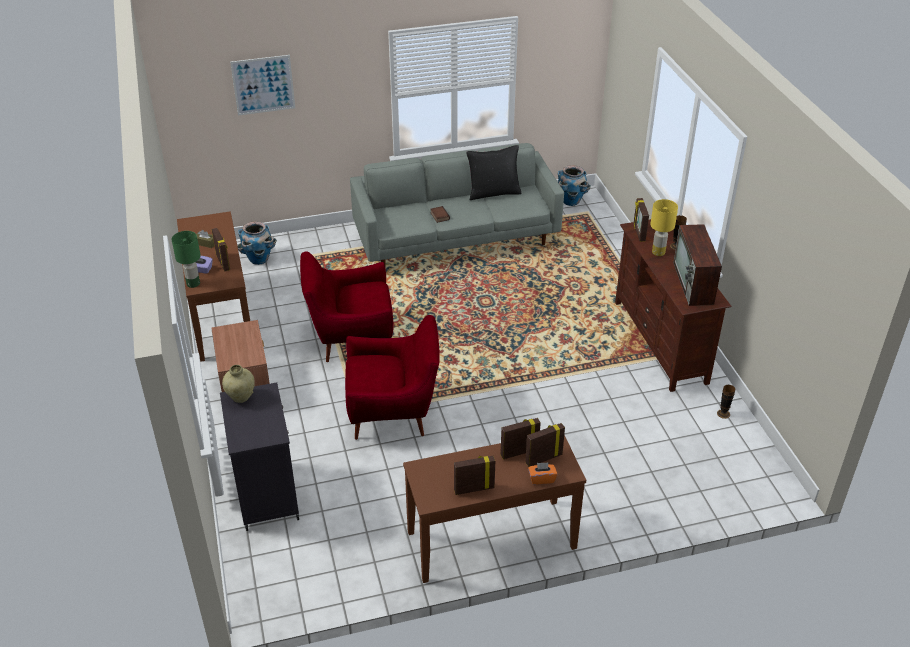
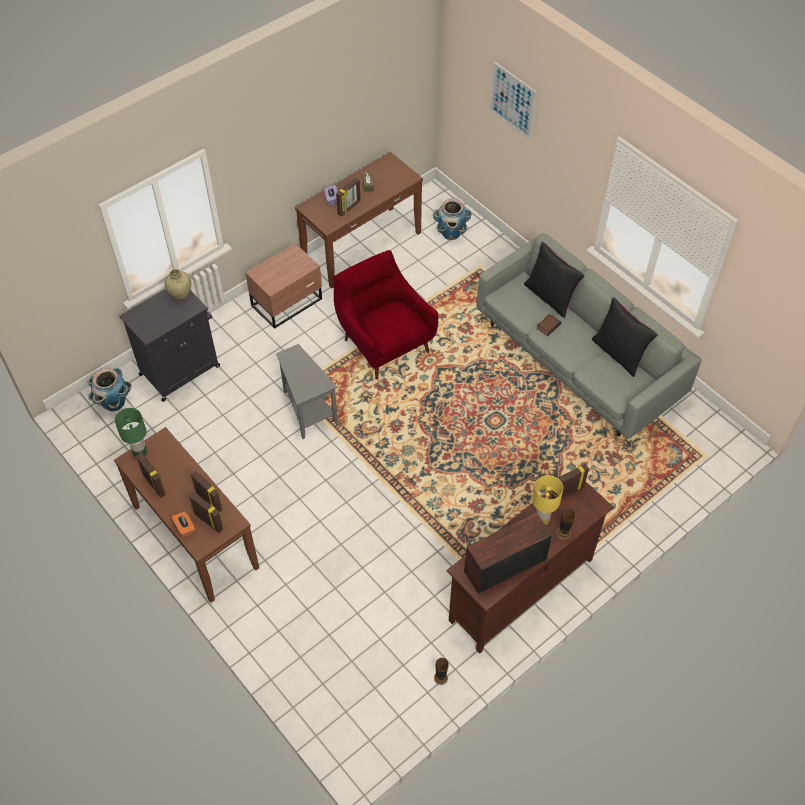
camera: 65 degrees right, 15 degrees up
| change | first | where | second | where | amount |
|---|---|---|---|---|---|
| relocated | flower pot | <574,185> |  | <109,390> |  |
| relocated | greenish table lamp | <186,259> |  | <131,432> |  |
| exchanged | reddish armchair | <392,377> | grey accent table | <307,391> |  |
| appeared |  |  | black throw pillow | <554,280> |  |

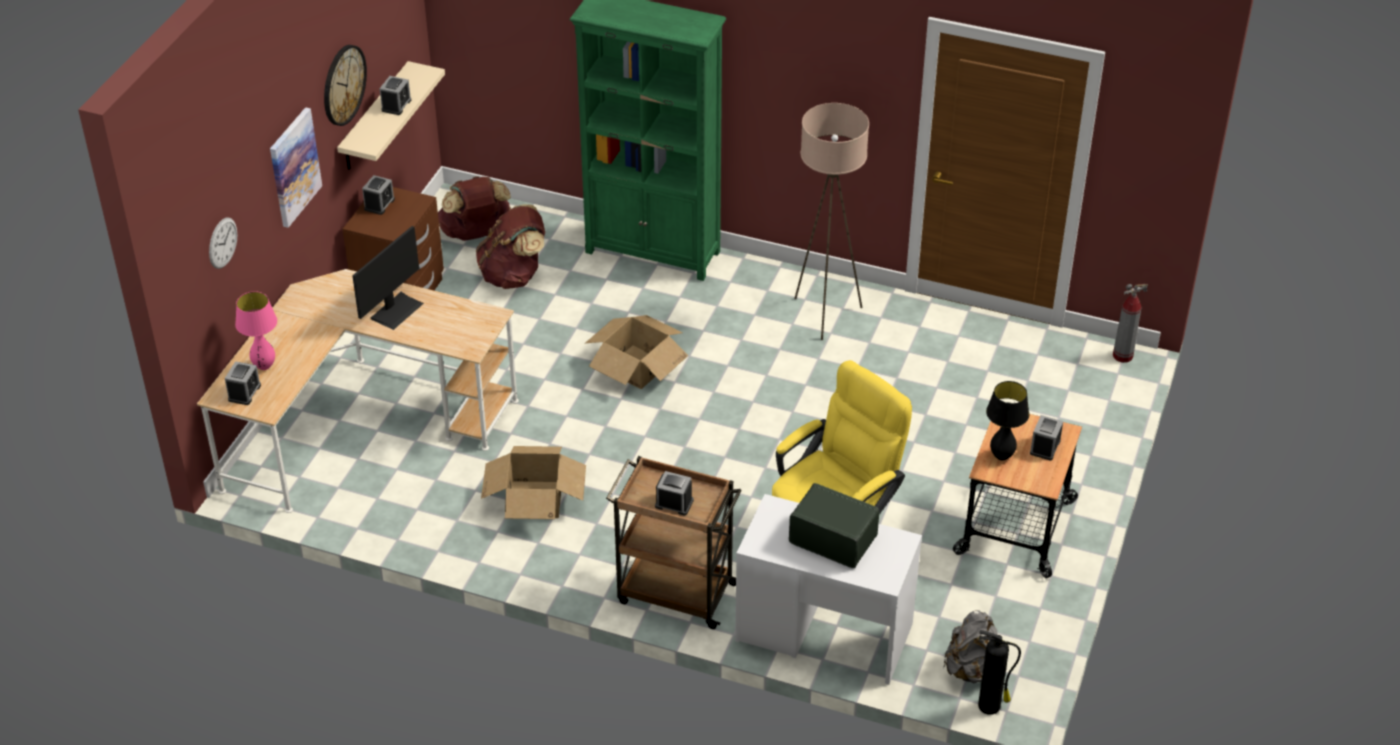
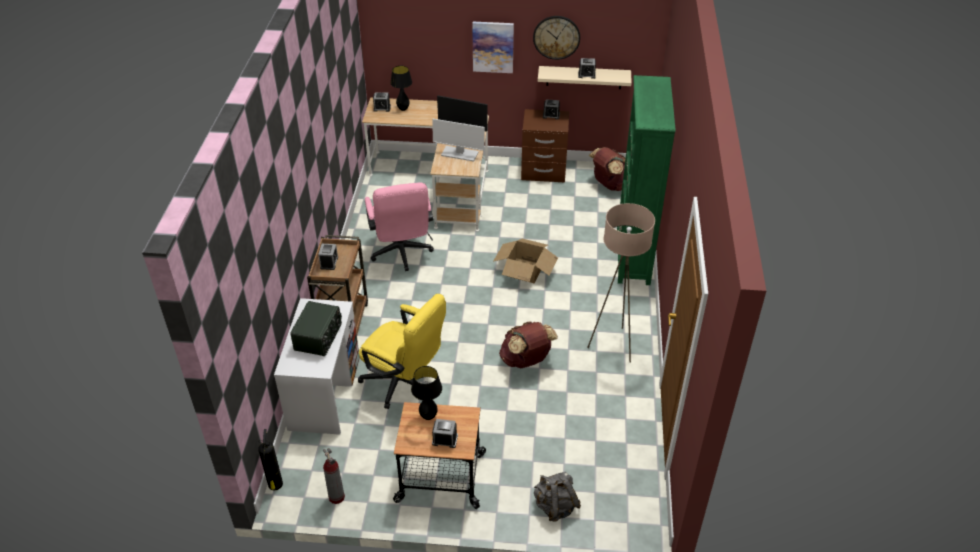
camera: 75 degrees right, 0 degrees up
| change | first | where | second | where | amount |
|---|---|---|---|---|---|
| relocated | brown-coloured knapsack | <510,246> |  | <528,345> |  |
| missing | clock on the wall | <223,243> |  |  |  |
| relocated | extinguisher | <1130,323> |  | <334,476> |  |
| colour | pinkish table lamp | <256,330> | black table lamp | <401,88> |  |
| exchanged | packing box | <533,482> | pinkish computer chair | <399,226> |  |
| relocated | grey knapsack | <975,647> |  | <557,497> |  |
| appeared |  |  | computer display | <458,140> |  |

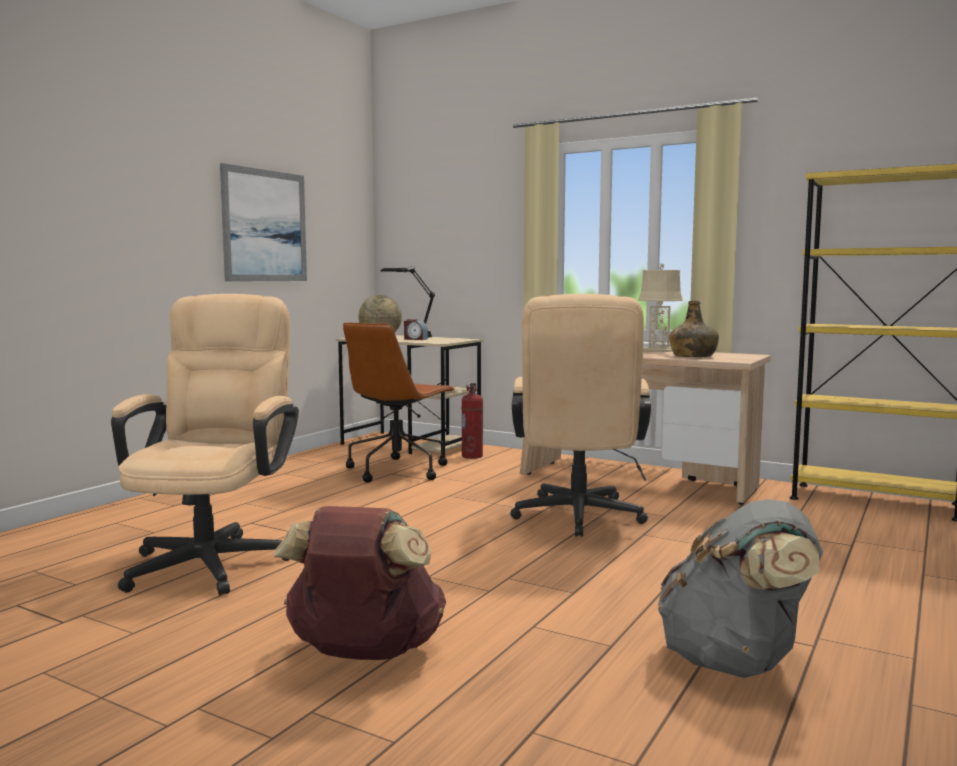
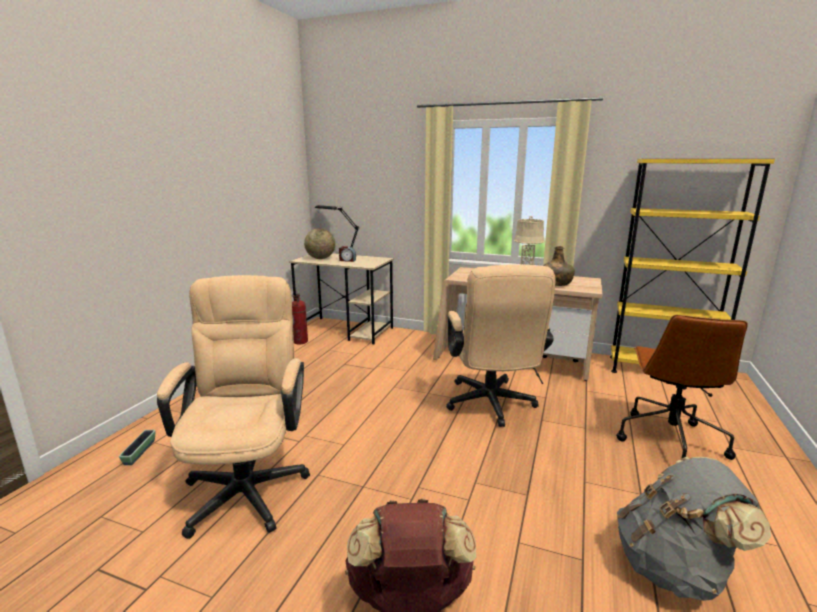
camera: 10 degrees left, 10 degrees up
| change | first | where | second | where | amount |
|---|---|---|---|---|---|
| missing | wall picture | <263,222> |  |  |  |
| relocated | brown-coloured computer chair | <398,402> |  | <682,387> |  |
| relocated | extinguisher | <472,421> |  | <300,319> |  |
| appeared |  |  | flower pot | <137,447> |  |

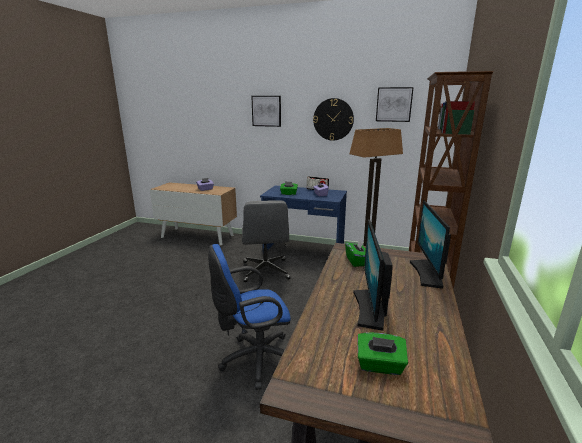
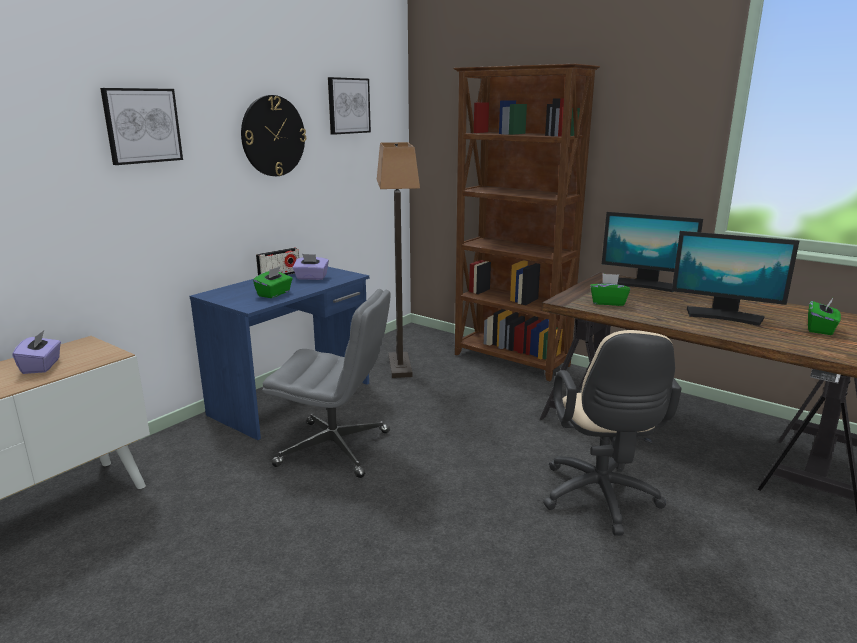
camera: 70 degrees left, 0 degrees up
| change | first | where | second | where | amount |
|---|---|---|---|---|---|
| colour | blue-coloured computer chair | <249,317> | sand-coloured computer chair | <612,433> |  |

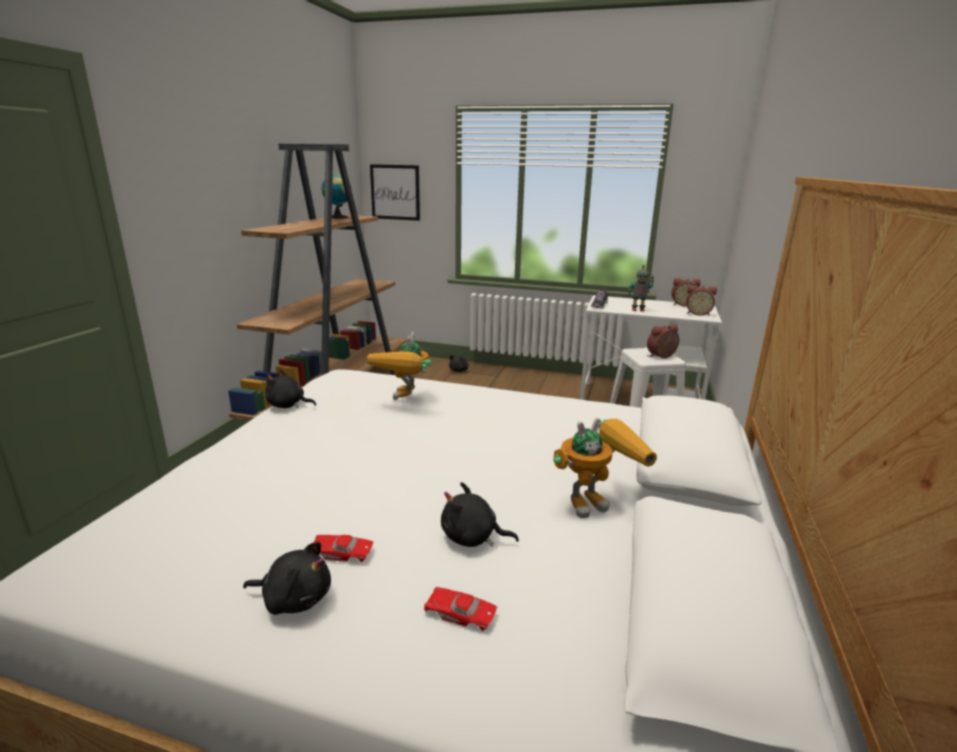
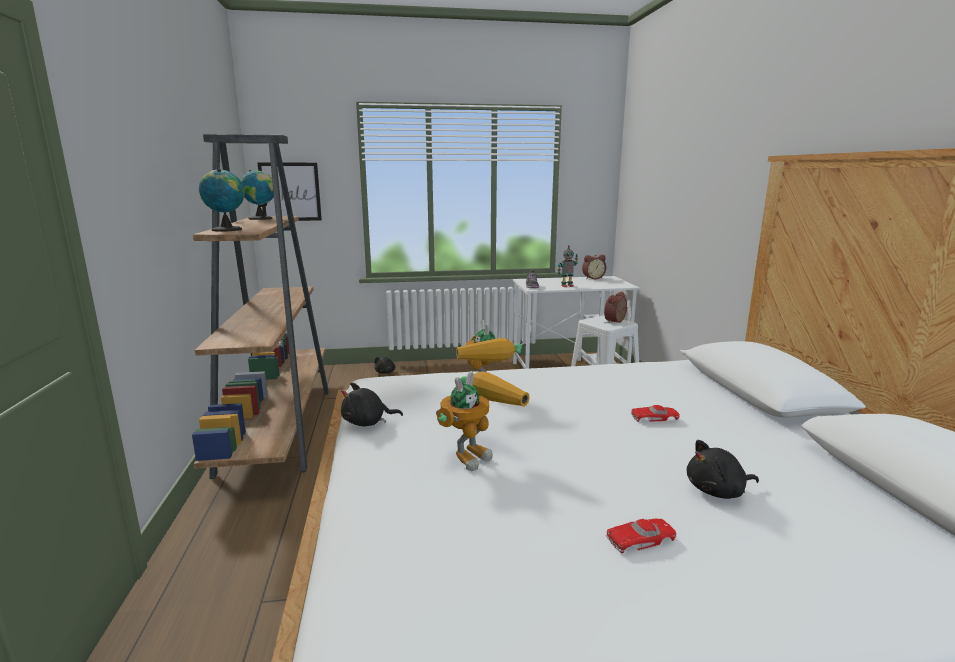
camera: 25 degrees left, 5 degrees down
| change | first | where | second | where | amount |
|---|---|---|---|---|---|
| missing | table clock | <701,300> |  |  |  |
| relocated | model robot | <605,468> |  | <483,421> |  |
| missing | black plush toy | <287,578> |  |  |  |
| relocated | reddish model car | <460,609> |  | <655,413> |  |
| appeared |  |  | globe | <222,200> |  |

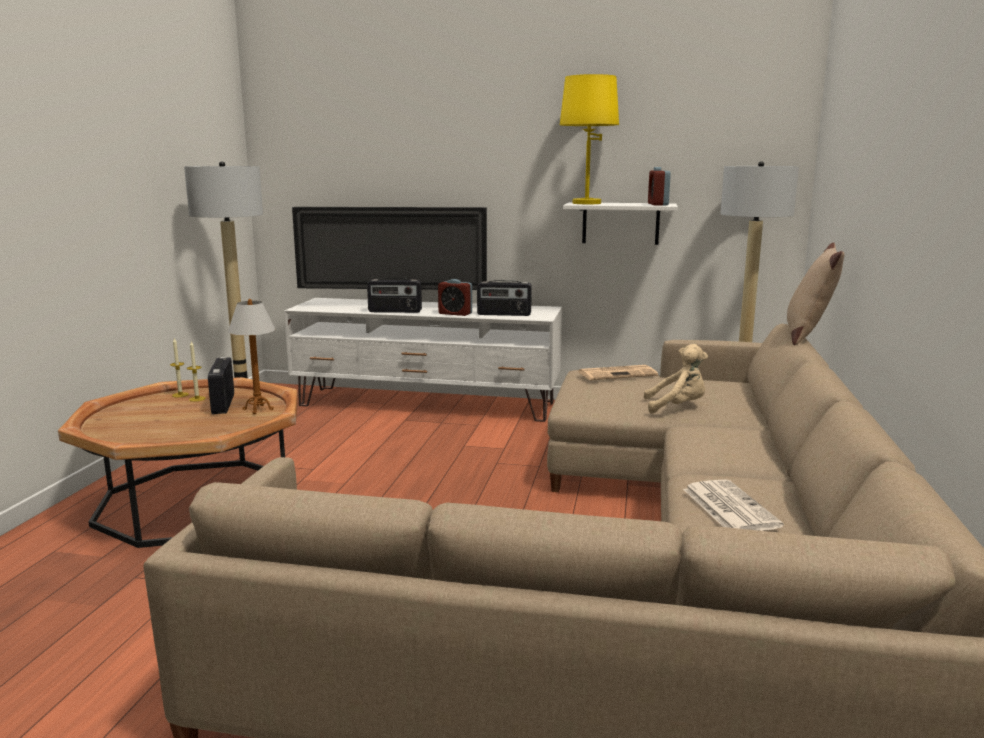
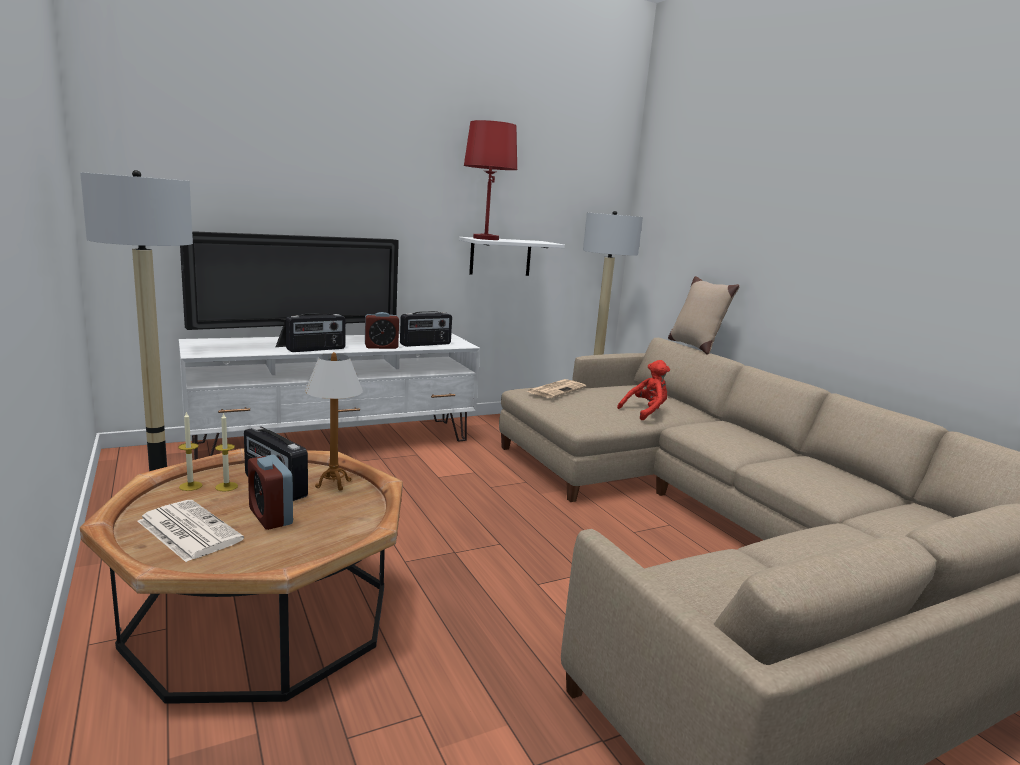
camera: 40 degrees left, 0 degrees up
| change | first | where | second | where | amount |
|---|---|---|---|---|---|
| colour | yellowish table lamp | <589,139> | reddish table lamp | <490,180> |  |
| relocated | table clock | <659,186> |  | <270,492> |  |
| colour | sand-coloured plush toy | <676,379> | reddish plush toy | <643,390> |  |
| relocated | daily paper | <733,505> |  | <191,531> |  |

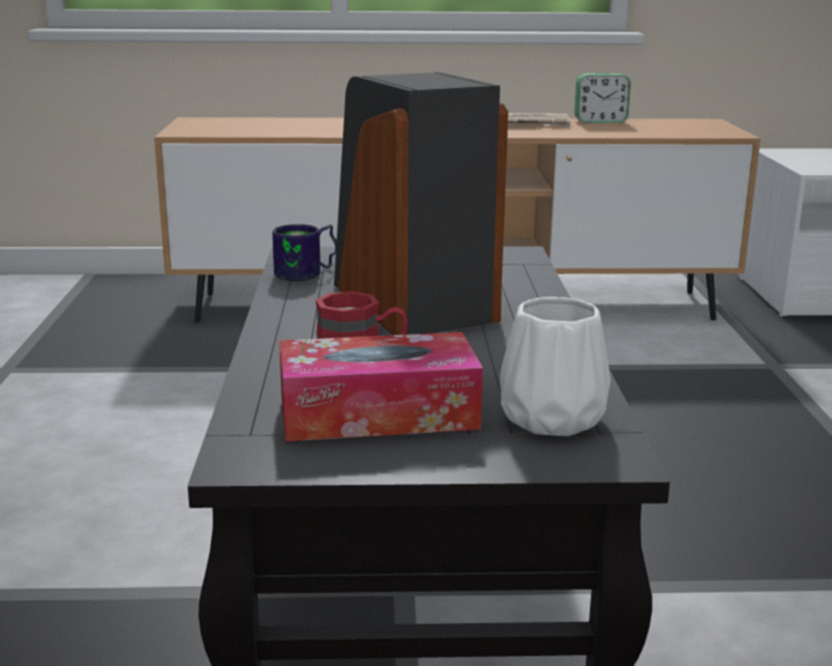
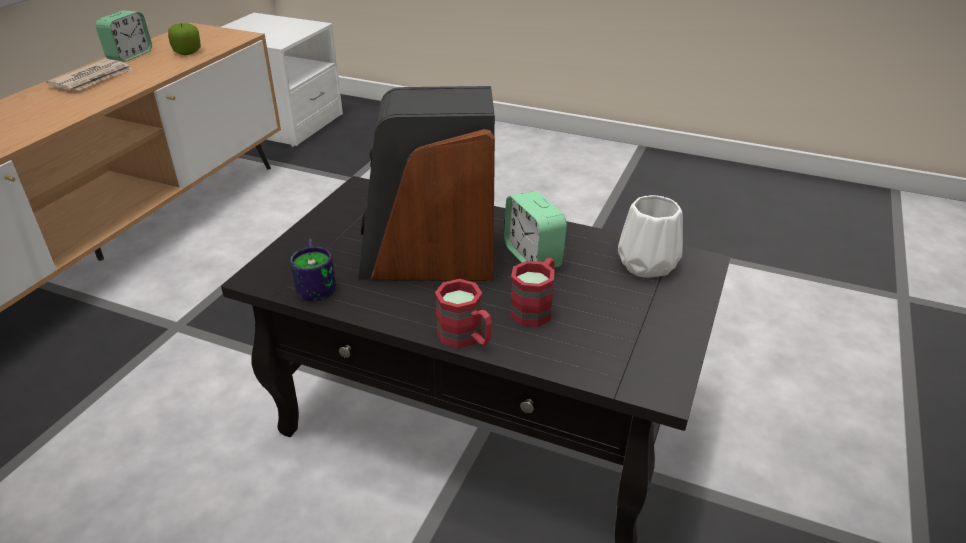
camera: 65 degrees left, 15 degrees up
| change | first | where | second | where | amount |
|---|---|---|---|---|---|
| missing | tissue box | <381,387> |  |  |  |
| appeared |  |  | apple fruit | <184,39> |  |
| appeared |  |  | table clock | <535,229> |  |
| appeared |  |  | reddish tea mug | <463,313> |  |

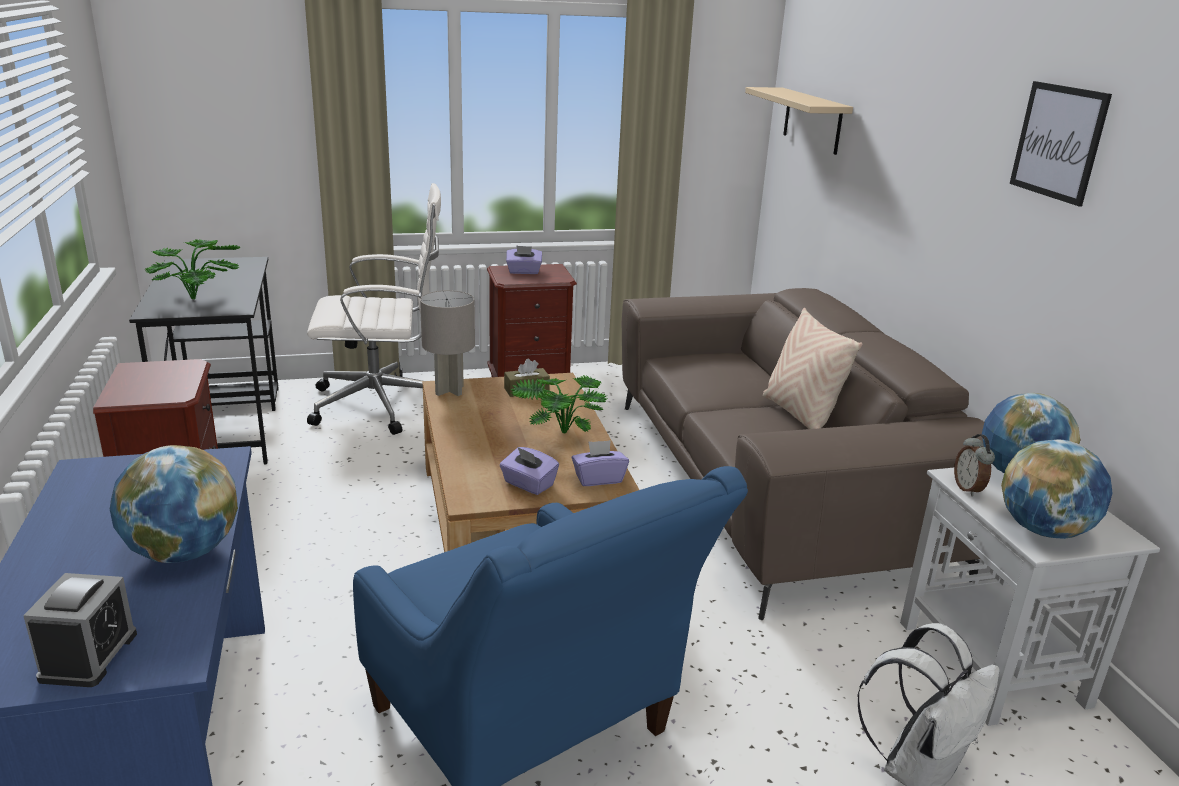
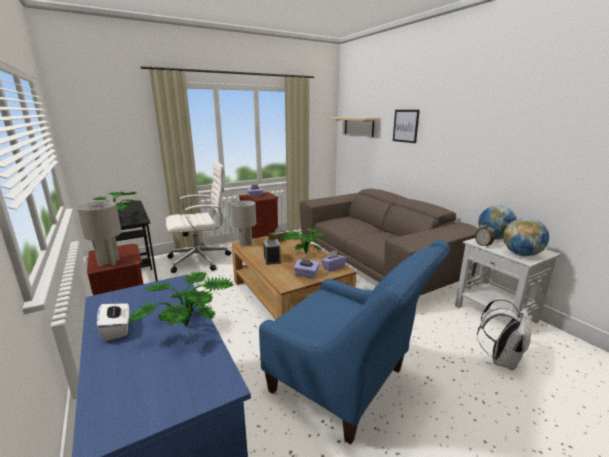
camera: 15 degrees left, 5 degrees down
| change | first | where | second | where | amount |
|---|---|---|---|---|---|
| relocated | wall picture | <1061,143> |  | <406,126> |  |
| missing | sand-coloured throw pillow | <812,368> |  |  |  |
| exchanged | globe | <174,504> | plant in a pot | <181,299> |  |
| relocated | table clock | <80,630> |  | <272,252> |  |
| appeared |  |  | grey table lamp | <99,233> |  |
| appeared |  |  | white tissue box | <113,320> |  |

